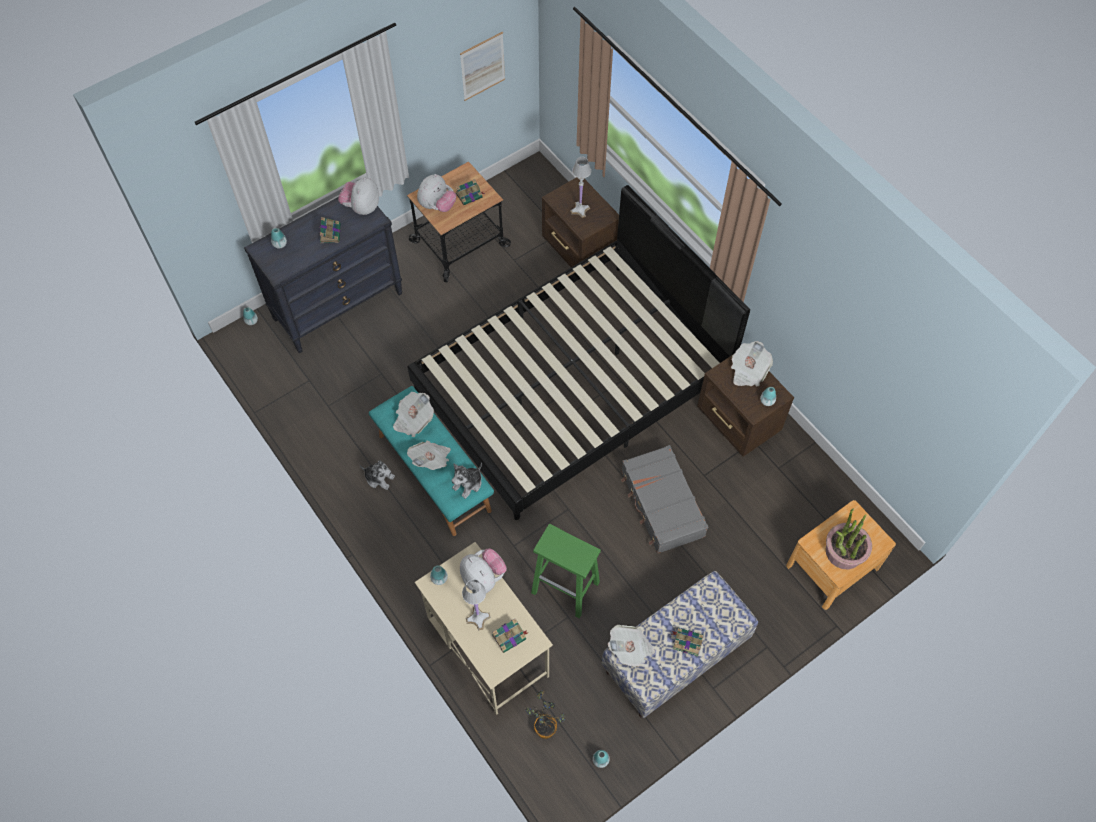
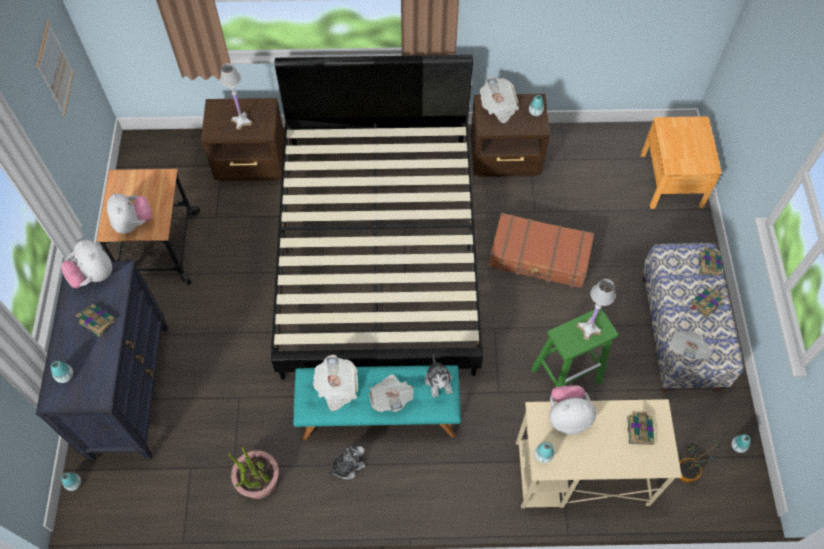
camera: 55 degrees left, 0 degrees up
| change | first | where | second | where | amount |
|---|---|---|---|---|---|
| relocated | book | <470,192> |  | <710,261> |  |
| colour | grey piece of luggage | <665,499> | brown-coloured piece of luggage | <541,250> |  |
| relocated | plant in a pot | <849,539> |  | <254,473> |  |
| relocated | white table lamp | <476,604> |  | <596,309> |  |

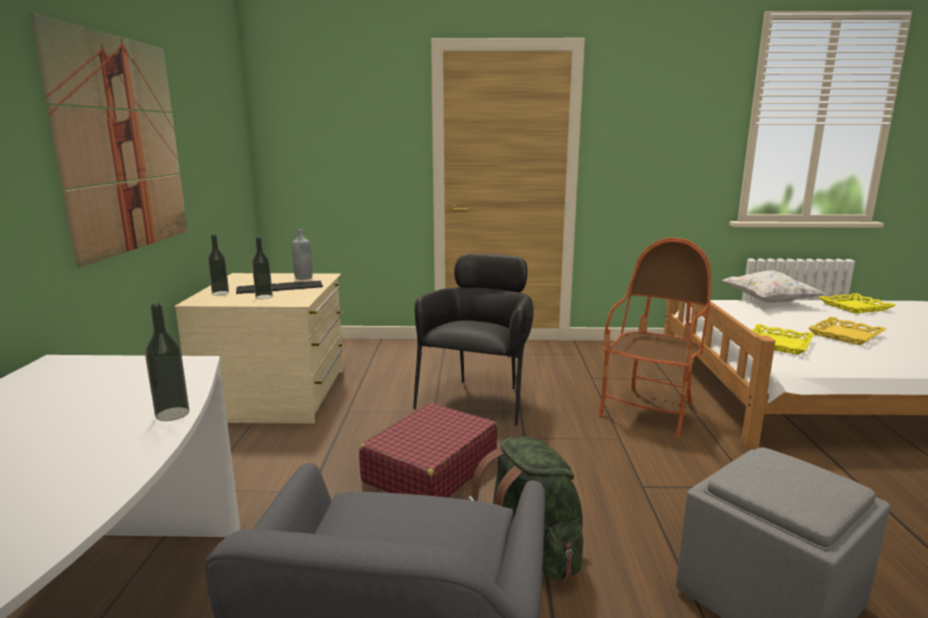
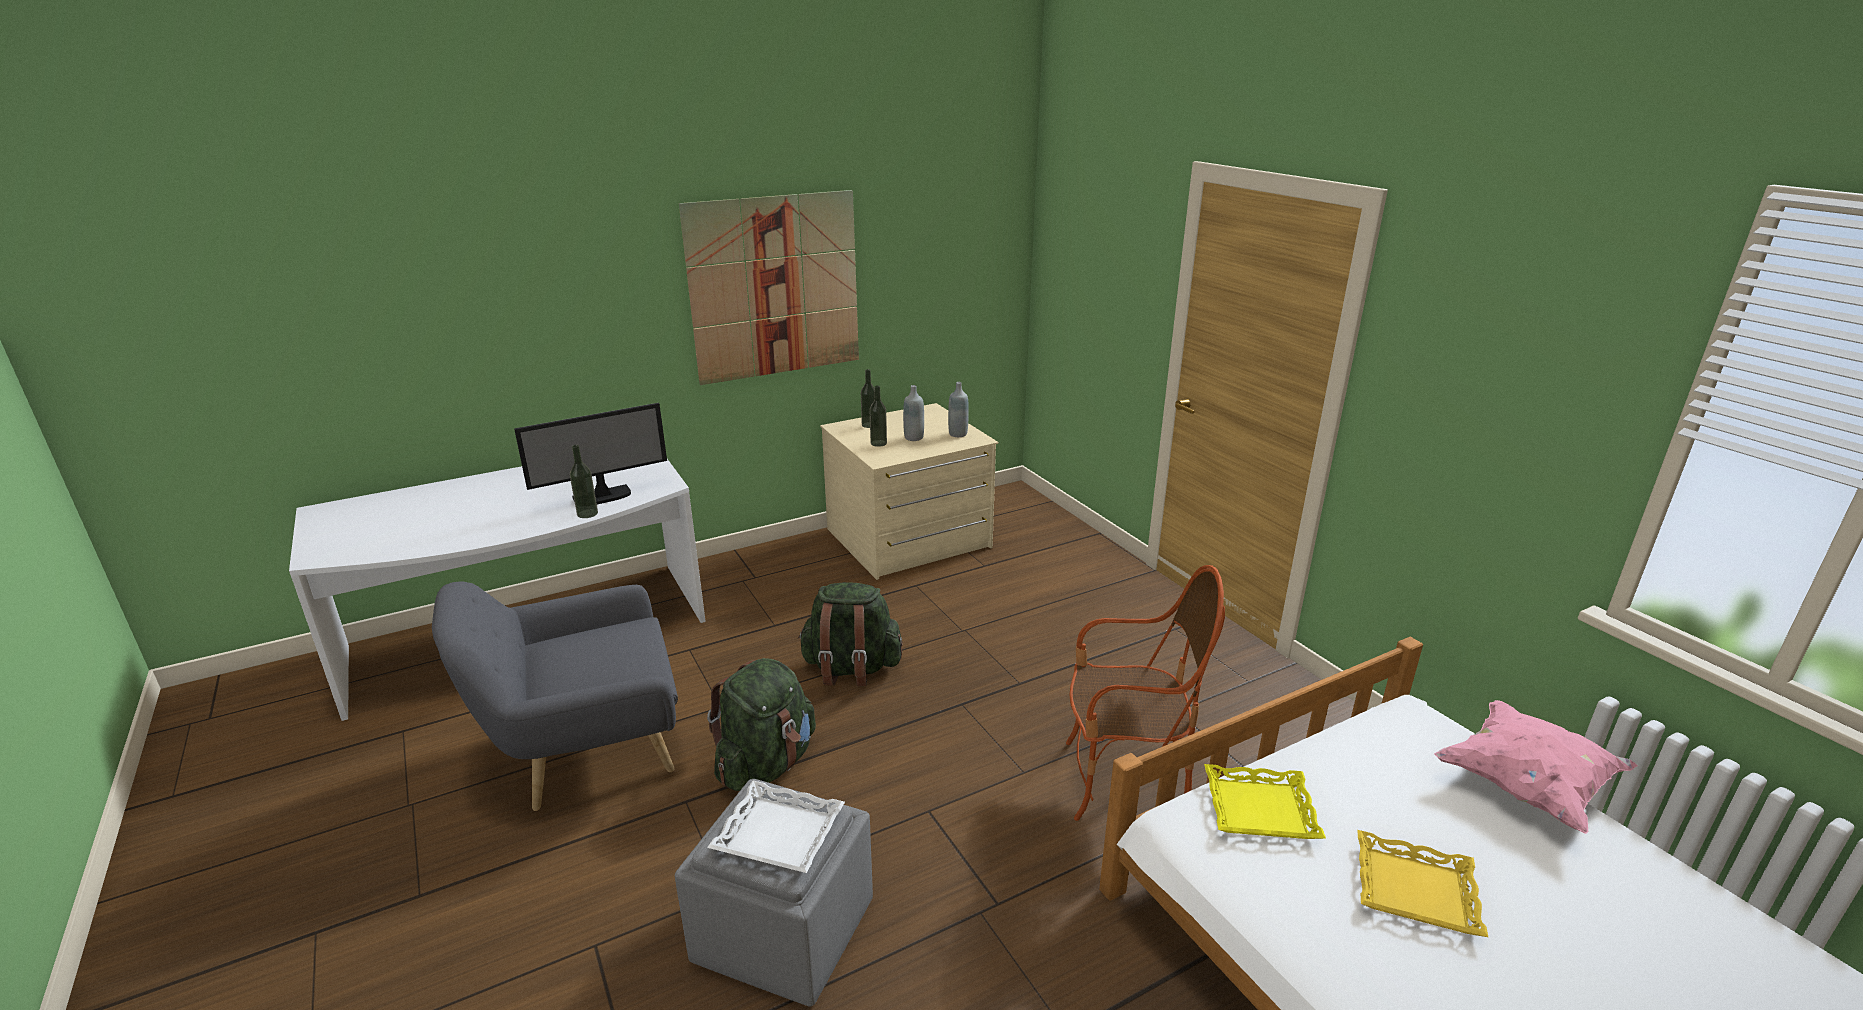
camera: 60 degrees right, 10 degrees up
| change | first | where | second | where | amount |
|---|---|---|---|---|---|
| missing | black armchair | <473,339> |  |  |  |
| colour | white throw pillow | <774,287> | pinkish throw pillow | <1536,767> |  |
| exchanged | keyboard | <279,287> | grey bottle | <913,413> |  |
| missing | yellowish serving tray | <857,303> |  |  |  |
| exchanged | reddish piece of luggage | <428,450> | greenish knapsack | <850,634> |  |
| appeared |  |  | computer display | <590,453> |  |
| appeared |  |  | white serving tray | <776,827> |  |

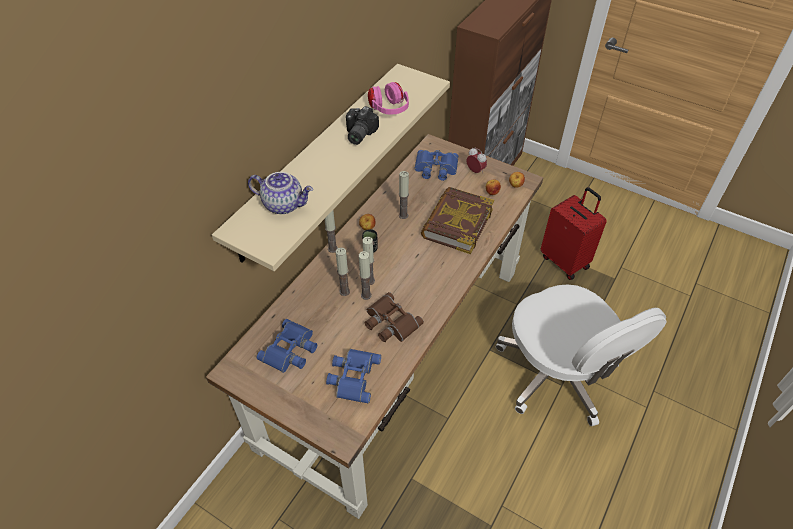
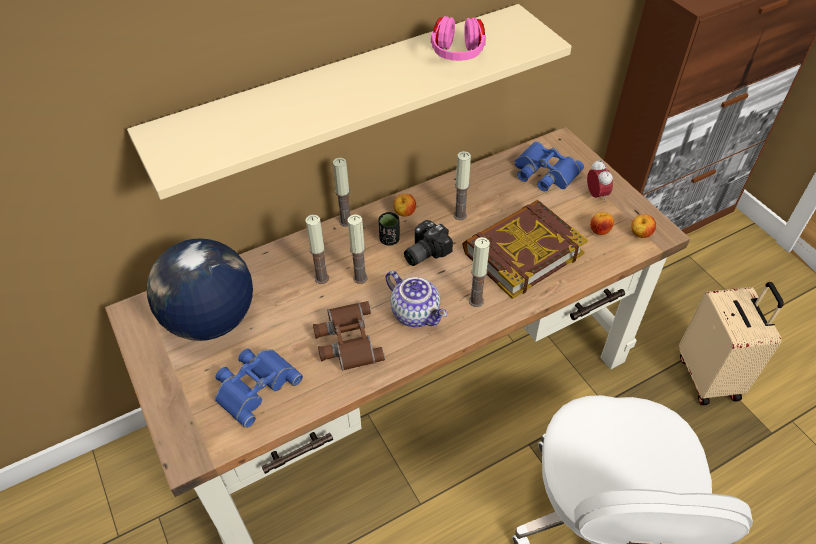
camera: 30 degrees right, 0 degrees up
| change | first | where | second | where | amount |
|---|---|---|---|---|---|
| relocated | photo camera | <362,125> |  | <428,243> |  |
| relocated | teapot | <280,193> |  | <416,299> |  |
| colour | reddish piece of luggage | <574,233> | sand-coloured piece of luggage | <731,343> |  |
| relocated | candle | <365,275> |  | <479,272> |  |
| exchanged | blue-coloured field glasses | <287,346> | globe | <200,289> |  |

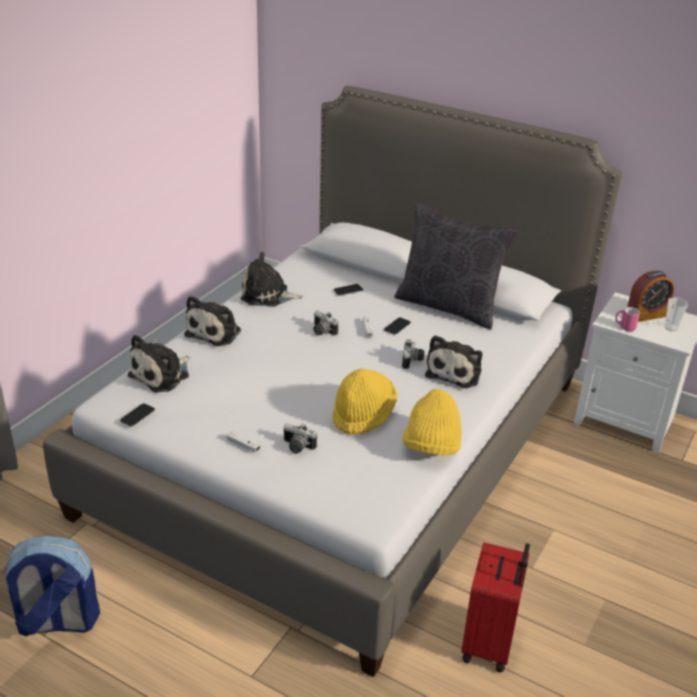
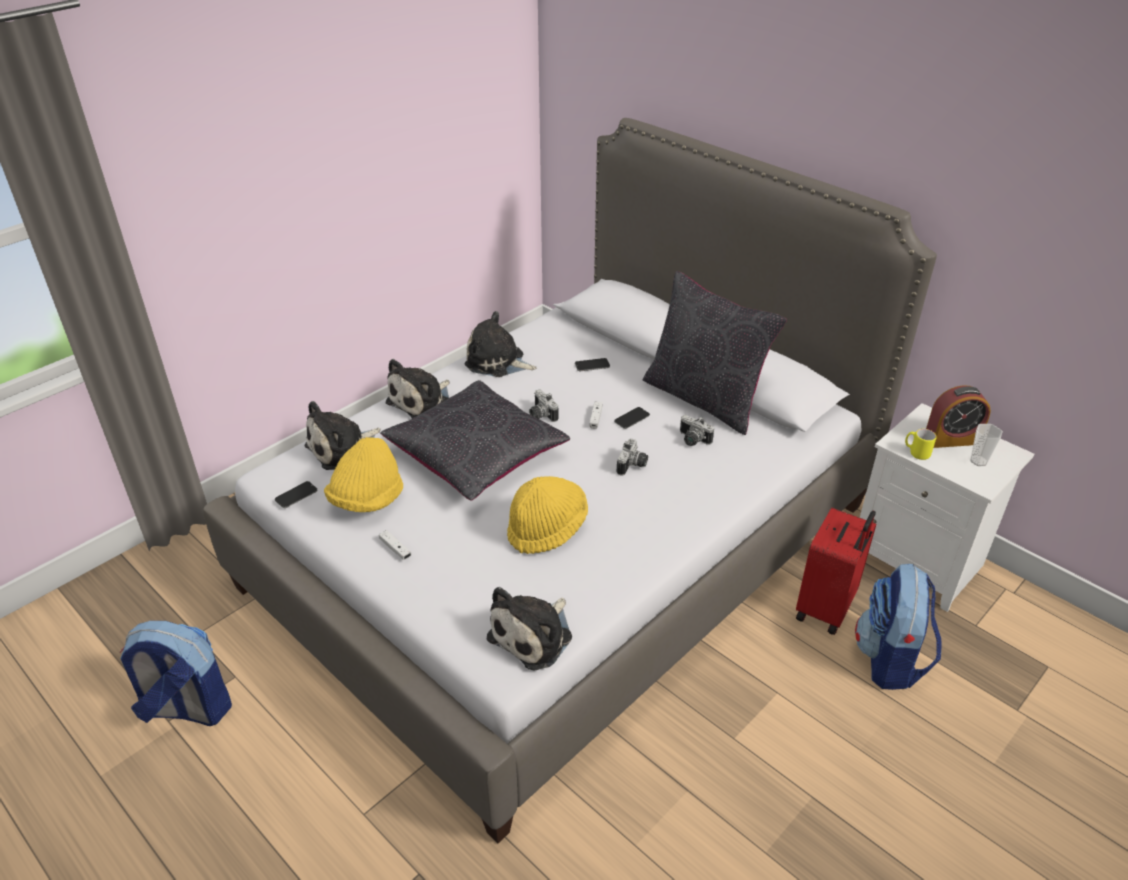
camera: 15 degrees right, 5 degrees up
| change | first | where | second | where | amount |
|---|---|---|---|---|---|
| colour | pinkish tea mug | <628,319> | yellowish tea mug | <920,444> |  |
| relocated | plush toy | <453,361> |  | <529,629> |  |
| relocated | yellowish wearable hat | <432,422> |  | <363,474> |  |
| relocated | photo camera | <300,438> |  | <697,430> |  |
| relocated | reddish piece of luggage | <496,607> |  | <836,571> |  |
| appeared |  |  | black throw pillow | <475,440> |  |
| appeared |  |  | knapsack | <898,627> |  |

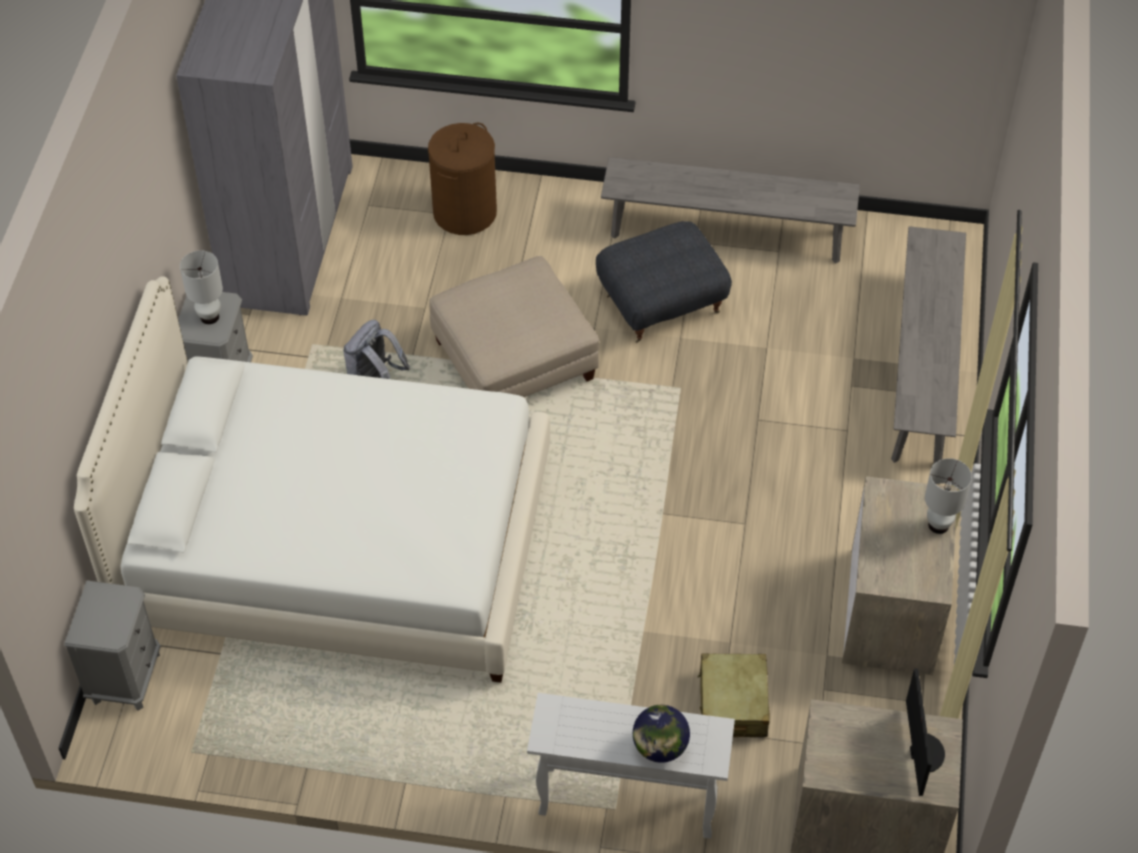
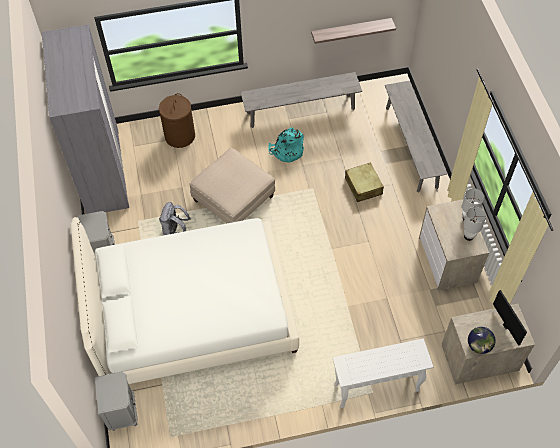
camera: 20 degrees left, 5 degrees up
| change | first | where | second | where | amount |
|---|---|---|---|---|---|
| exchanged | grey footrest | <664,282> | turquoise knapsack | <286,145> |  |
| relocated | white table lamp | <201,287> |  | <474,224> |  |
| relocated | sand-coloured piece of luggage | <734,695> |  | <364,182> |  |
| relocated | globe | <661,734> |  | <482,340> |  |
| appeared |  |  | shelf | <353,31> |  |

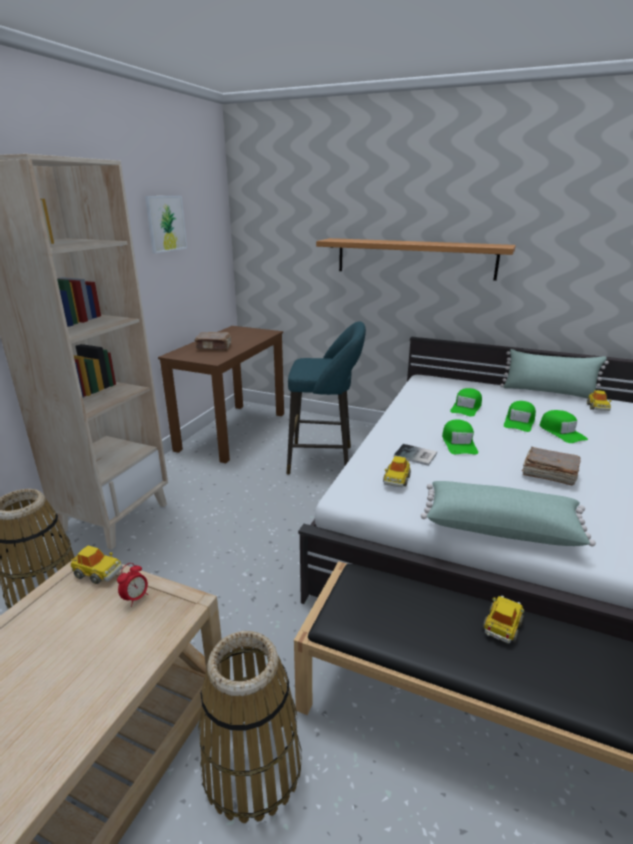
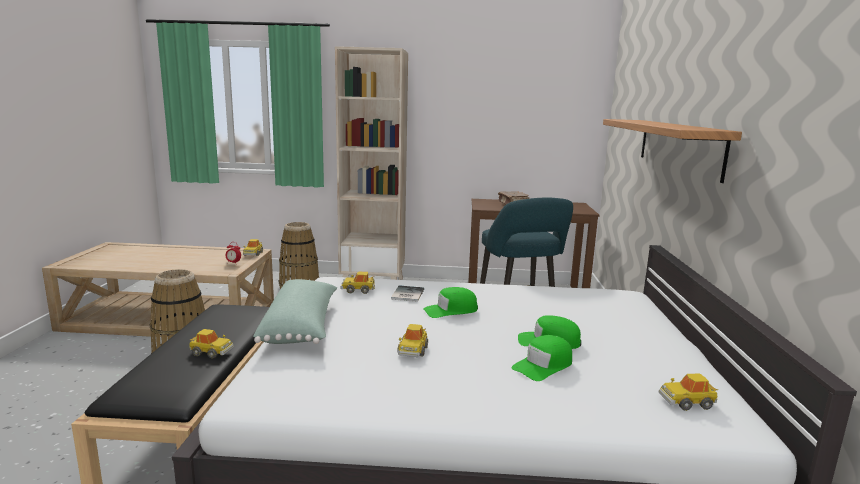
camera: 70 degrees right, 10 degrees down
| change | first | where | second | where | amount |
|---|---|---|---|---|---|
| missing | wall picture | <166,224> |  |  |  |
| missing | greenish throw pillow | <554,374> |  |  |  |
| missing | greenish cap | <466,402> |  |  |  |
| exchanged | brown-coloured book | <551,466> | model car | <412,340> |  |

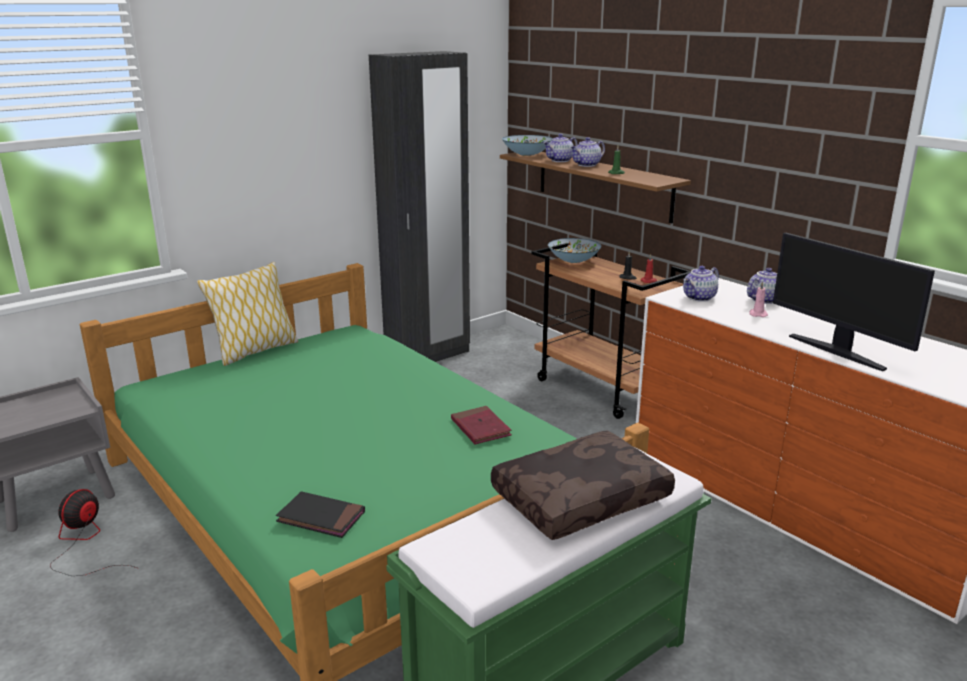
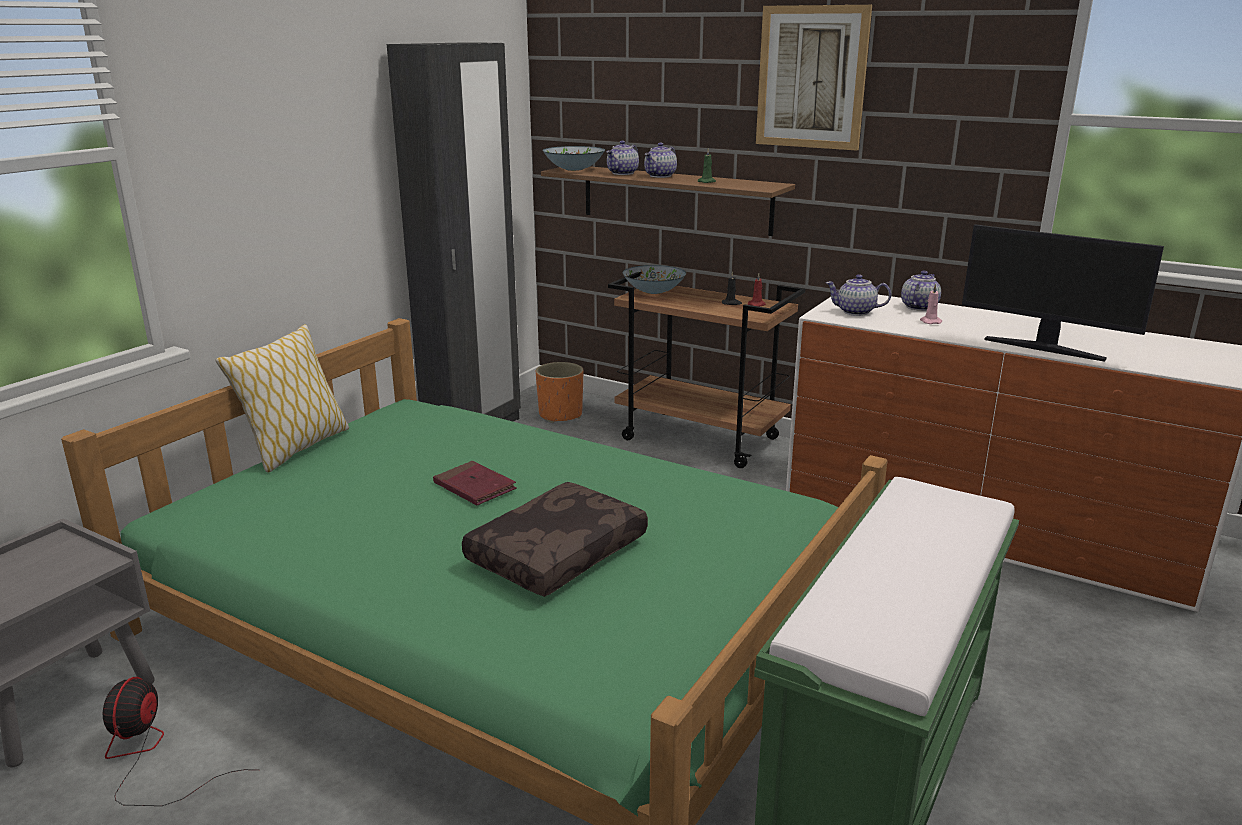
camera: 20 degrees left, 0 degrees up
| change | first | where | second | where | amount |
|---|---|---|---|---|---|
| spun | teapot | <701,284> |  | <858,295> | 75 degrees clockwise |
| relocated | reddish book | <481,425> |  | <475,483> |  |
| relocated | brown-coloured throw pillow | <583,485> |  | <555,539> |  |
| missing | black book | <320,514> |  |  |  |
| appeared |  |  | wall picture | <814,78> |  |
| appeared |  |  | orange-coloured flower pot | <559,392> |  |

